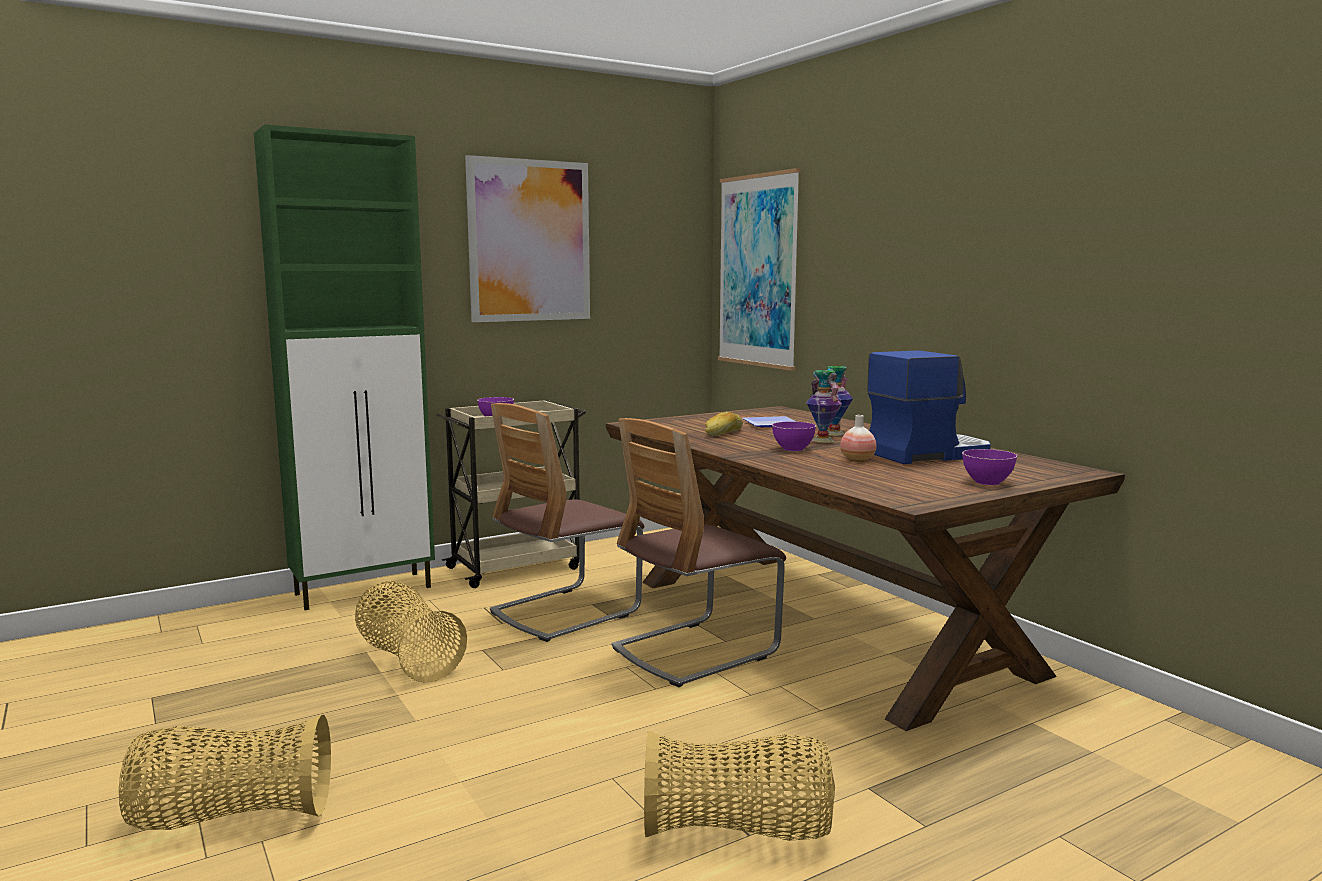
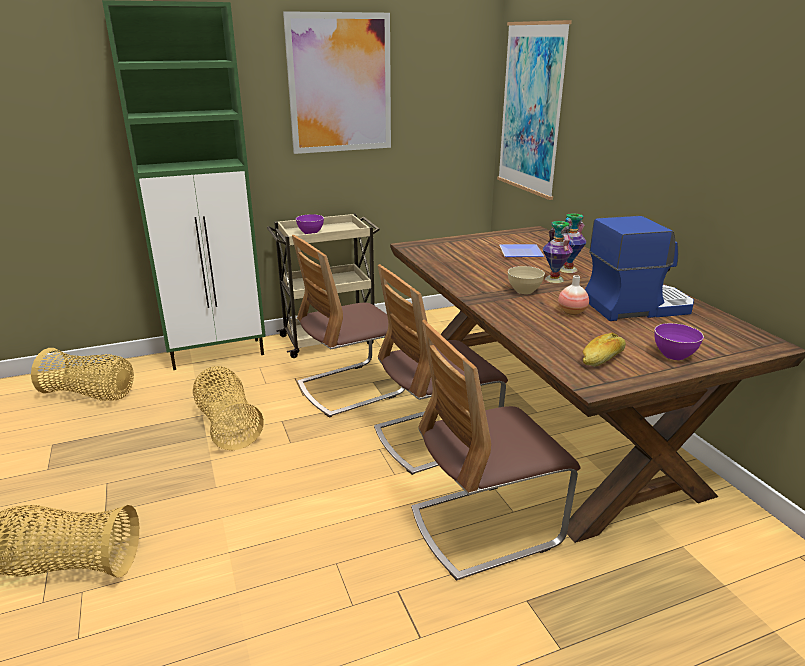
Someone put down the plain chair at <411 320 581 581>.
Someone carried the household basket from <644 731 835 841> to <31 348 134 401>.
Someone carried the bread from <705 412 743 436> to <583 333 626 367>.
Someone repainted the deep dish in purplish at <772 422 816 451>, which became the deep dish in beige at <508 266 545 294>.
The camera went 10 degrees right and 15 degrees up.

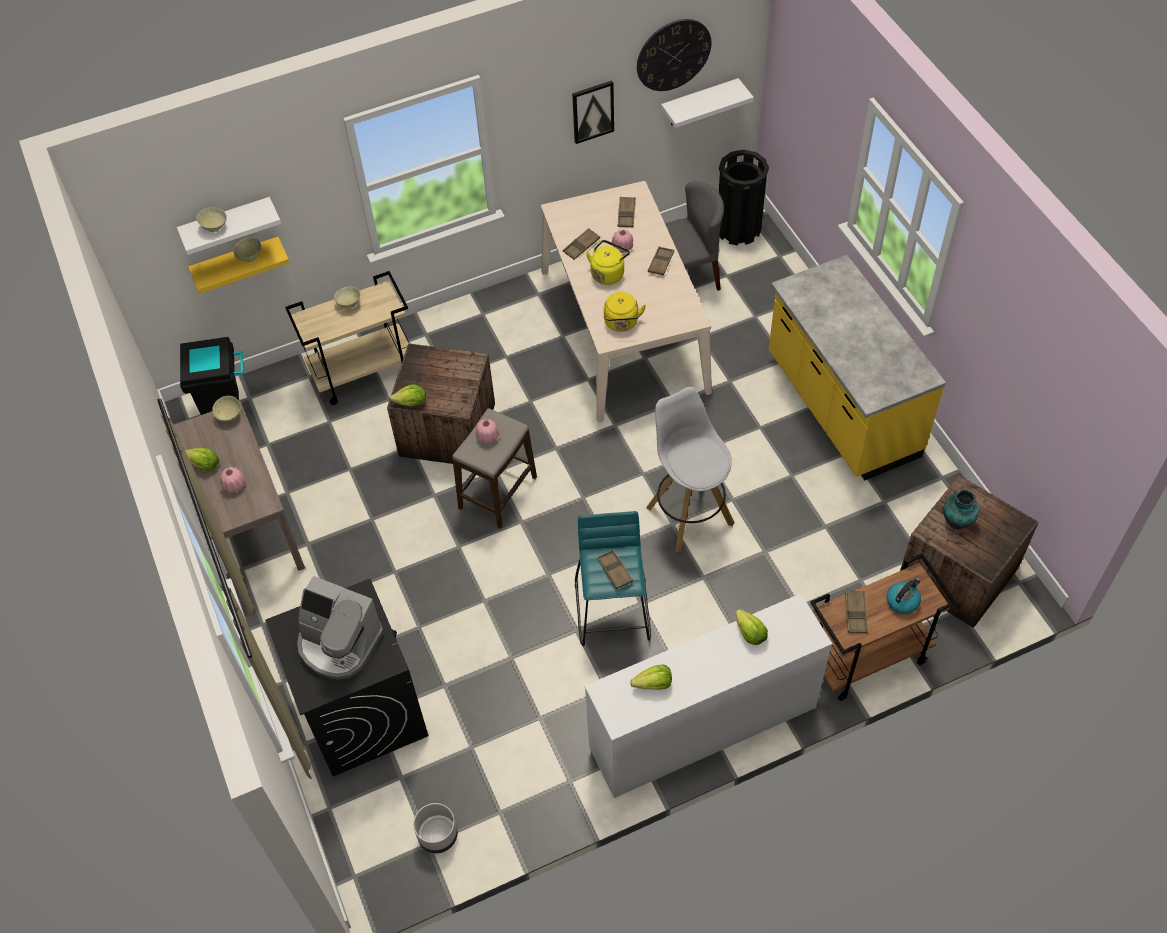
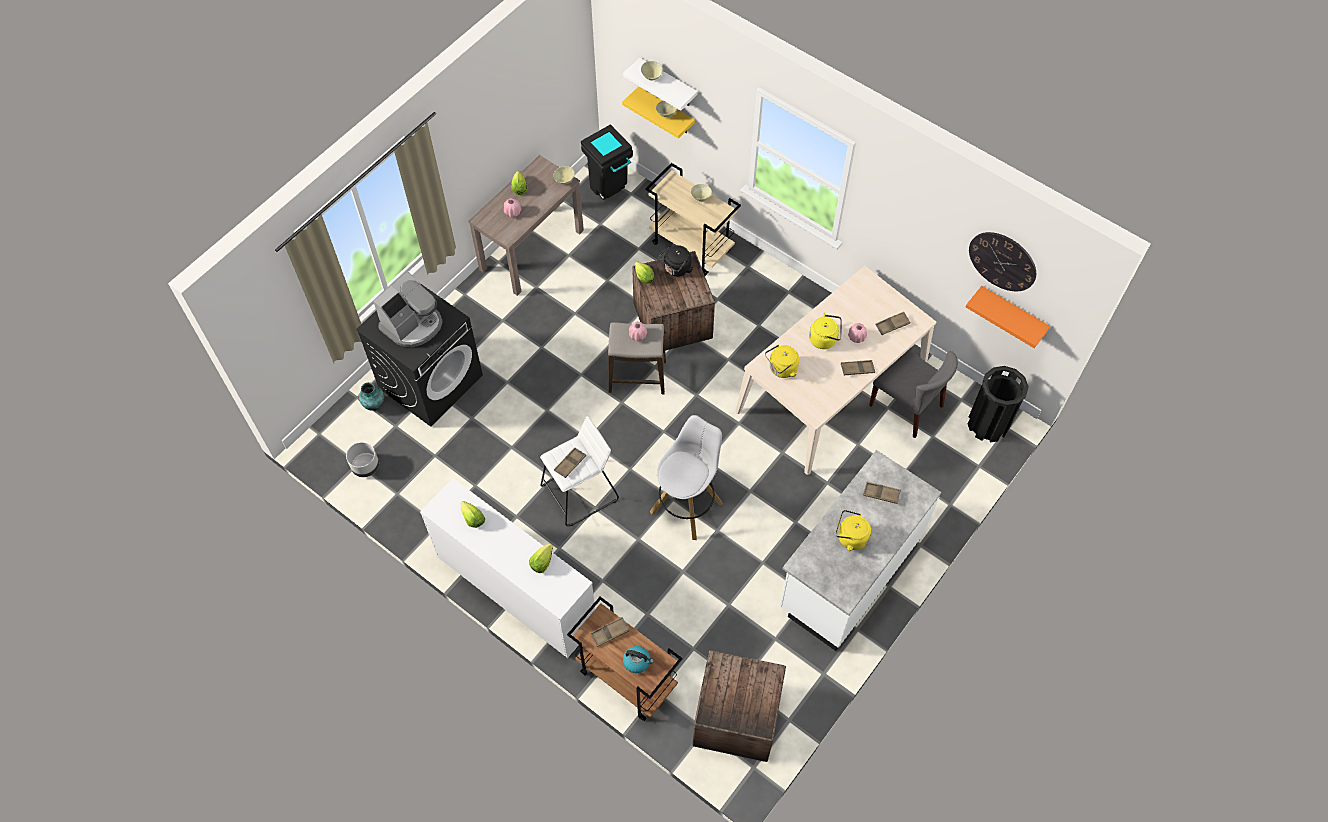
Someone took away the picture at <572 80 614 144>.
Someone put down the kettle in blackish at <659 245 693 277>.
Someone put down the kettle in yellow-coloured at <836 510 871 551>.
Someone carried the serving tray in brown-coloured from <563 228 600 260> to <863 482 901 504>.
Someone carried the decorative vase from <943 489 979 529> to <359 382 385 411>.
Someone repainted the sitting stool in turquoise-coloured at <575 511 651 646>, which became the sitting stool in white-coloured at <540 416 619 526>.
Someone repainted the wall shelf in white-coloured at <661 78 754 128>, which became the wall shelf in orange-coloured at <966 286 1050 348>.
Someone repainted the counter in yellow-coloured at <769 255 946 480>, which became the counter in white-coloured at <780 450 941 651>.
Someone rotated the coffee maker at <297 576 384 680> by 135 degrees counterclockwise.
The camera went 60 degrees right and 5 degrees up.

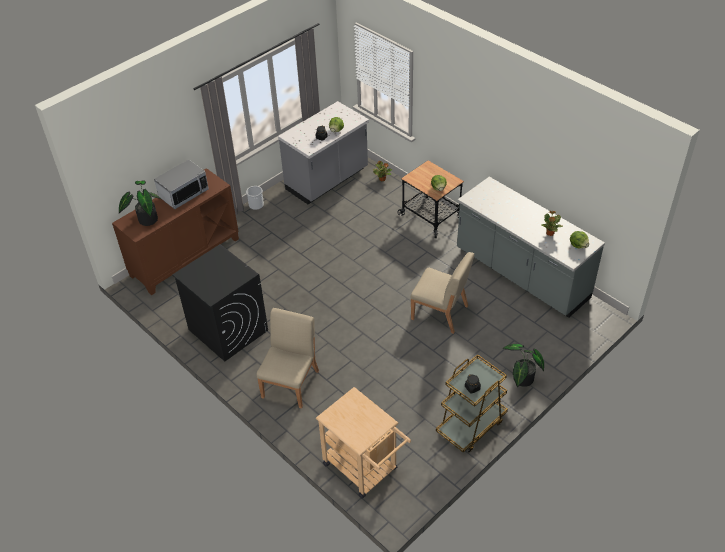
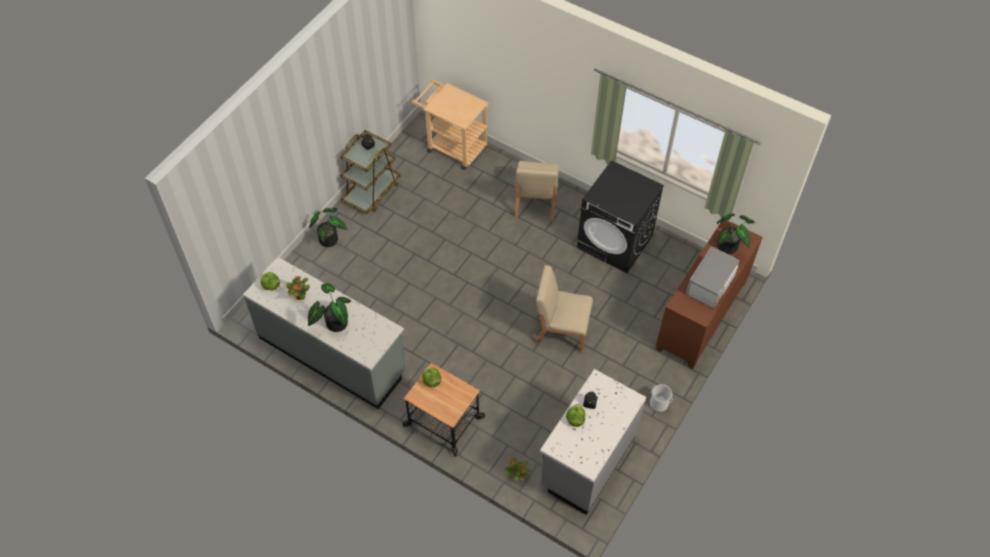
Someone put down the potted plant at <308 283 351 332>.
Someone carried the plain chair in beige from <411 252 474 334> to <535 265 593 352>.
The camera went 165 degrees right and 10 degrees up.

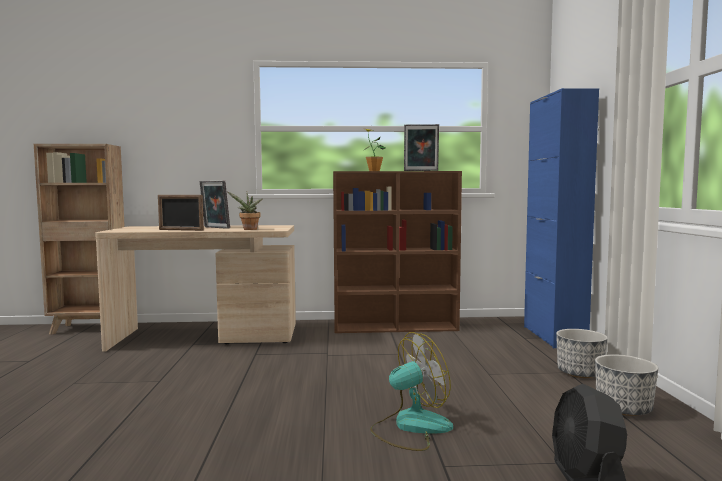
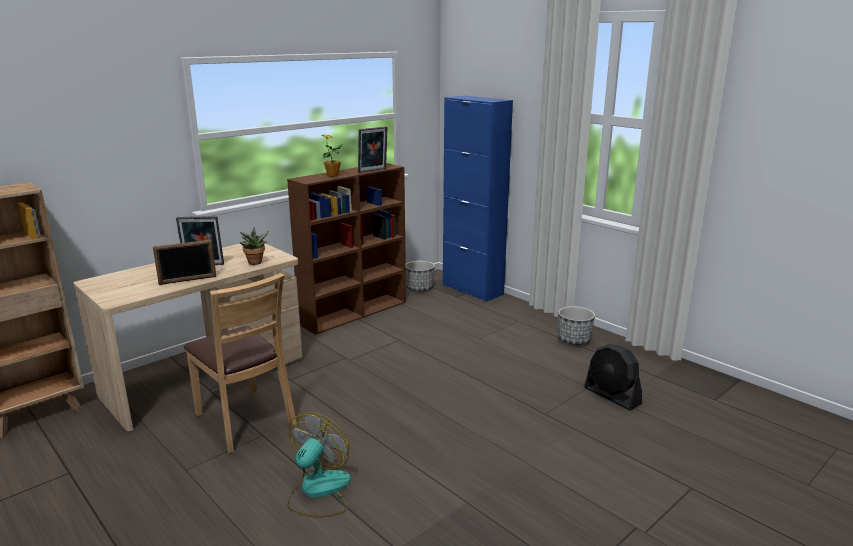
Someone put down the plain chair in brown-coloured at <184 273 297 453>.
Someone carried the fan from <370 332 453 451> to <287 412 351 517>.
Someone carried the plant pot from <556 329 608 378> to <406 261 435 292>.
The camera went 40 degrees left and 15 degrees up.

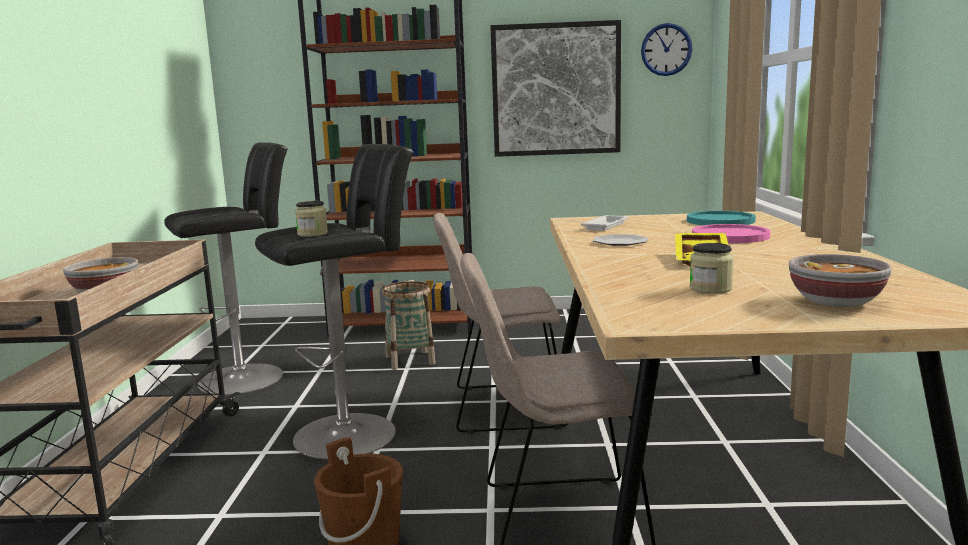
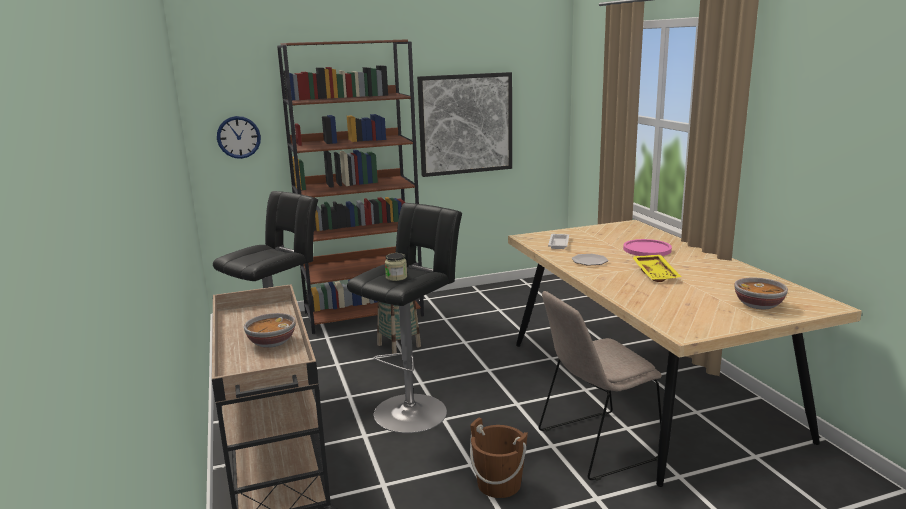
Someone took away the plain chair in beige at <433 213 567 434>.
Someone took away the dinner plate in turquoise-coloured at <687 211 756 225>.
Someone took away the jar at <690 243 734 294>.
Someone carried the wall clock from <641 23 692 76> to <217 116 261 159>.
The camera went 20 degrees left and 5 degrees up.

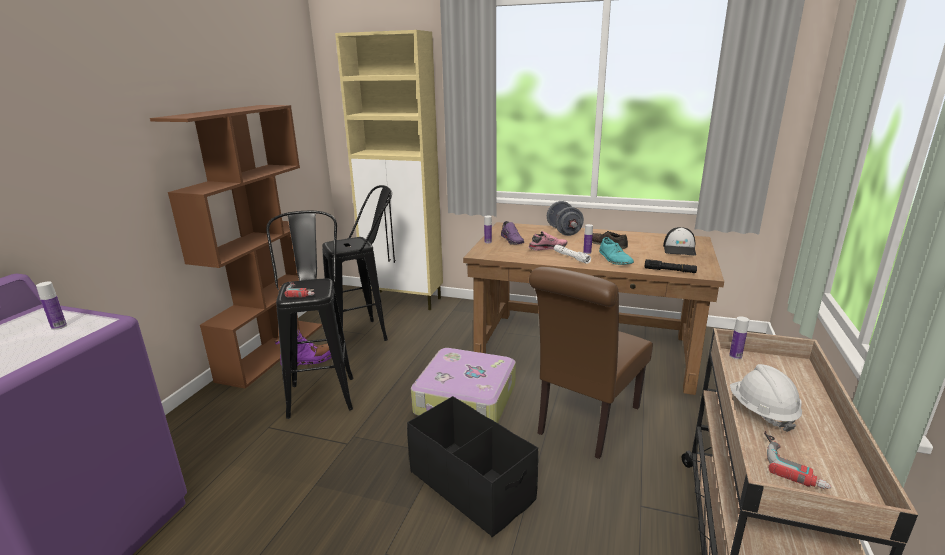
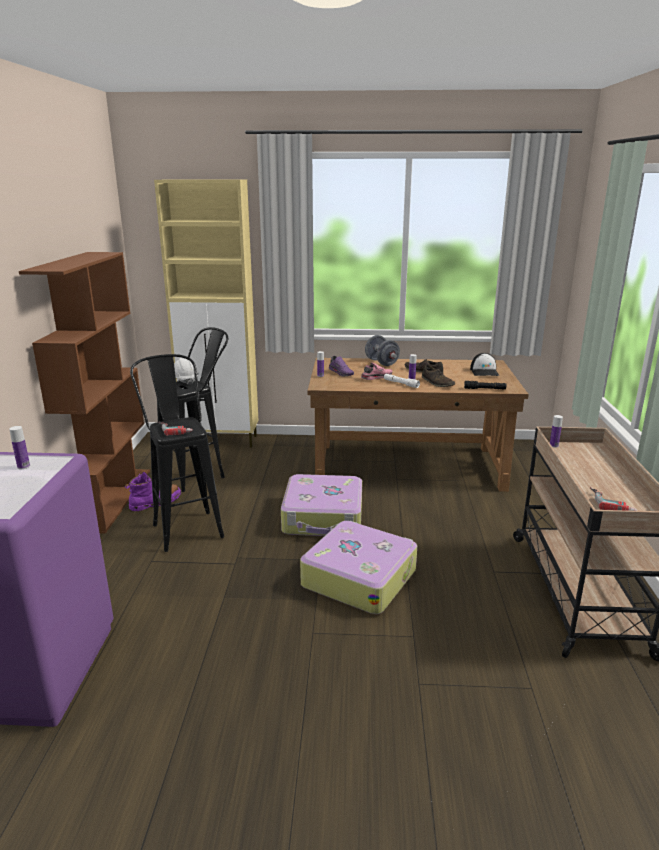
Someone took away the plain chair in brown-coloured at <529 267 653 459>.
Someone carried the safety helmet in white-coloured from <730 364 802 432> to <174 357 199 385>.
Someone swapped the storage container in blackish at <407 396 538 537> for the piece of luggage at <300 521 417 614>.
Someone repainted the item of footwear in turquoise-coloured at <599 237 634 265>, which became the item of footwear in brown-coloured at <422 365 455 387>.
The camera went 15 degrees left and 0 degrees up.

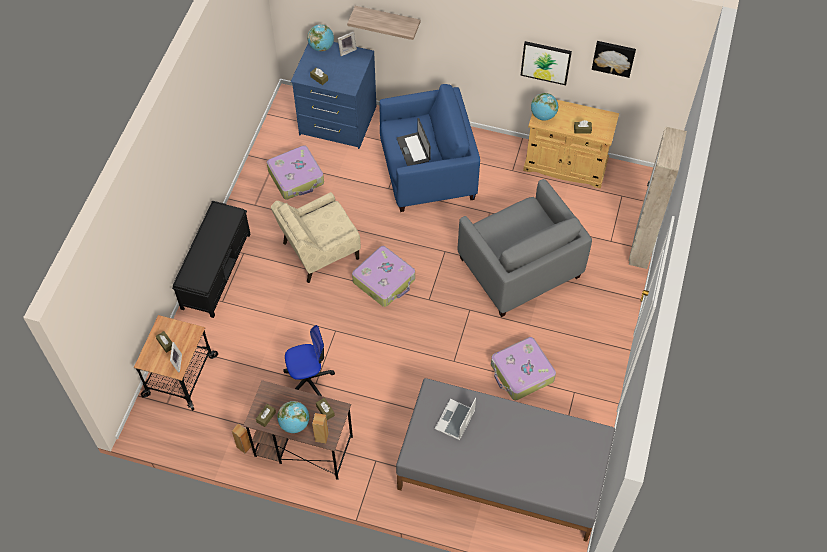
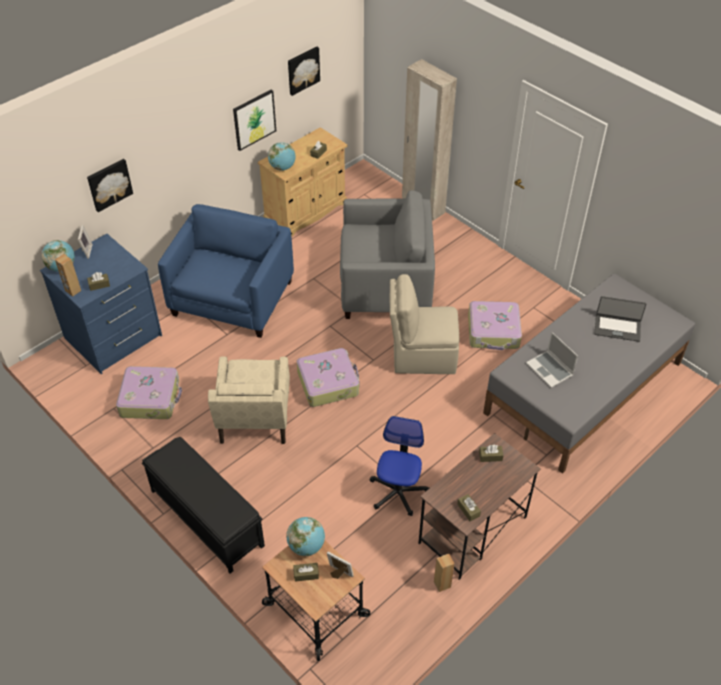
Someone put down the plain chair in beige at <390 274 459 374>.
Someone carried the world globe from <277 401 310 433> to <286 517 325 556>.
Someone carried the speaker in brown-coloured from <312 413 329 444> to <55 254 81 297>.
Someone carried the portable computer from <397 118 431 166> to <595 296 647 342>.
Someone swapped the wall shelf at <347 6 420 40> for the picture at <87 159 133 212>.
The camera went 60 degrees left and 10 degrees down.

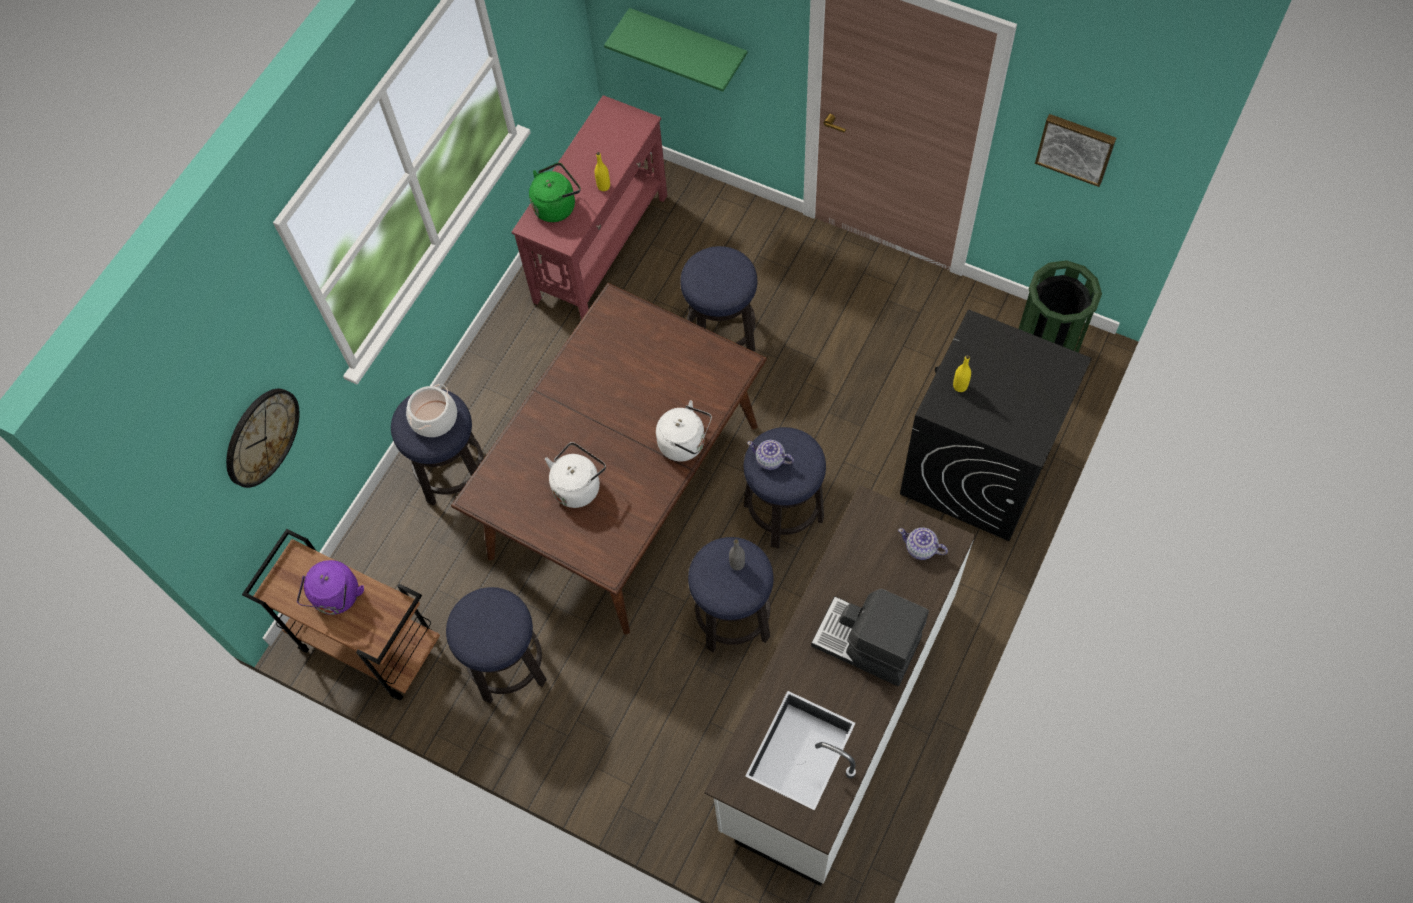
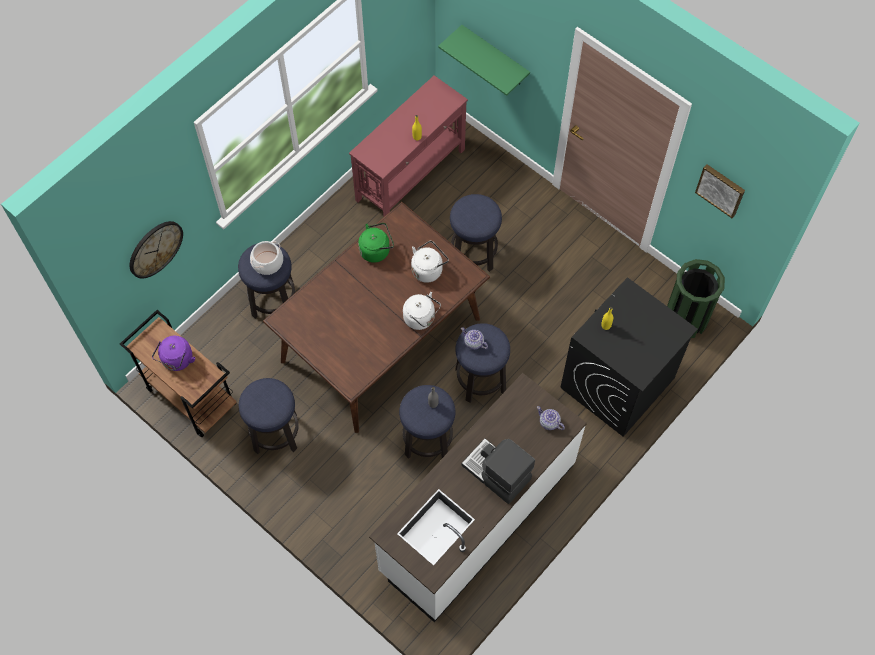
Someone carried the kettle in greenish from <529 163 580 222> to <358 223 394 263>.
Someone carried the kettle in white-coloured from <545 442 606 508> to <411 241 449 283>.
The camera went 10 degrees right and 0 degrees up.

